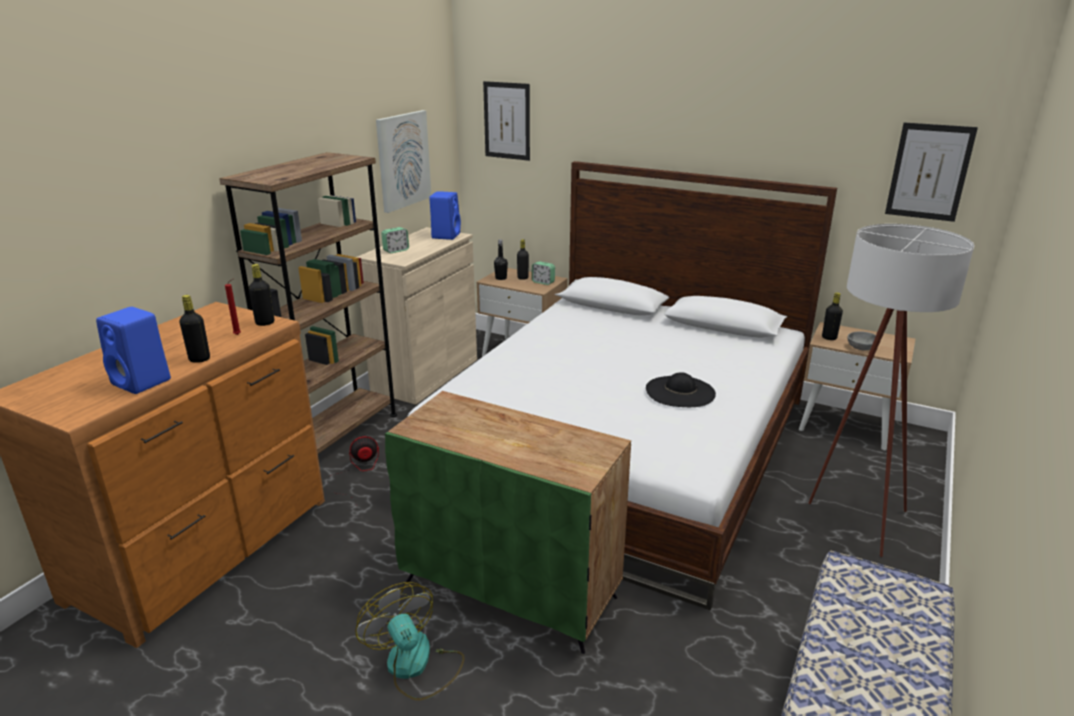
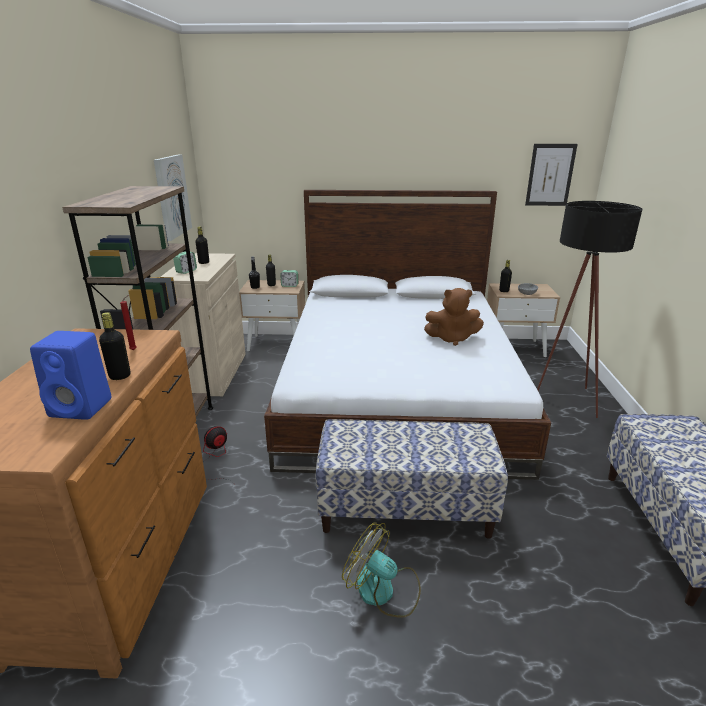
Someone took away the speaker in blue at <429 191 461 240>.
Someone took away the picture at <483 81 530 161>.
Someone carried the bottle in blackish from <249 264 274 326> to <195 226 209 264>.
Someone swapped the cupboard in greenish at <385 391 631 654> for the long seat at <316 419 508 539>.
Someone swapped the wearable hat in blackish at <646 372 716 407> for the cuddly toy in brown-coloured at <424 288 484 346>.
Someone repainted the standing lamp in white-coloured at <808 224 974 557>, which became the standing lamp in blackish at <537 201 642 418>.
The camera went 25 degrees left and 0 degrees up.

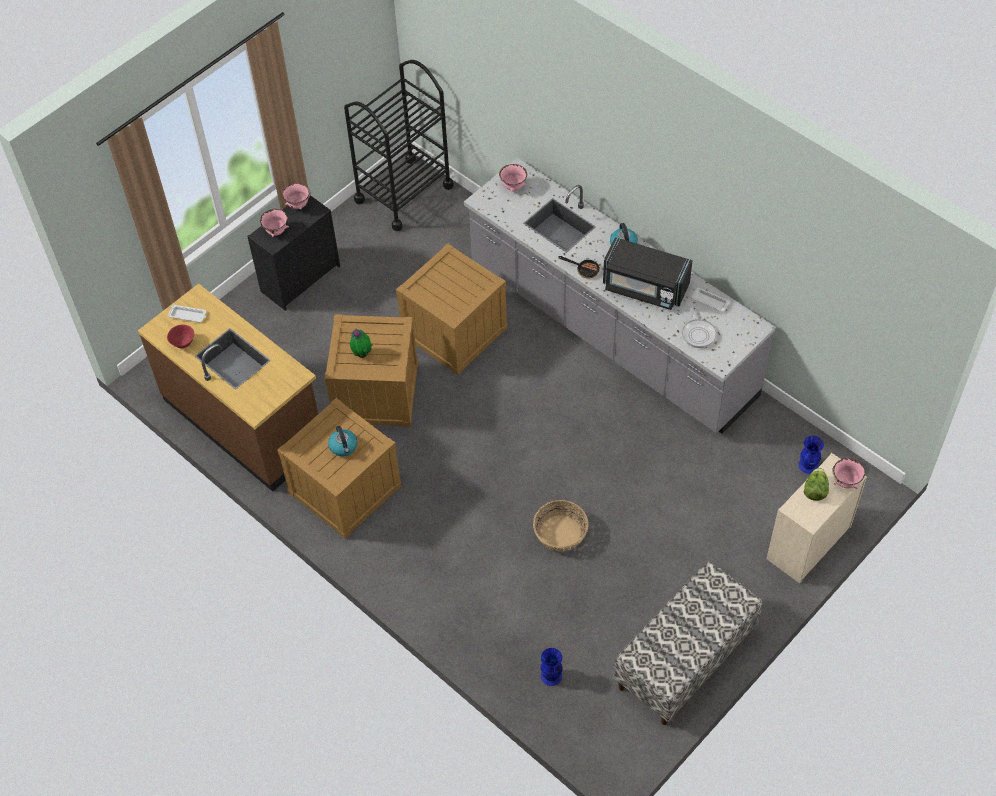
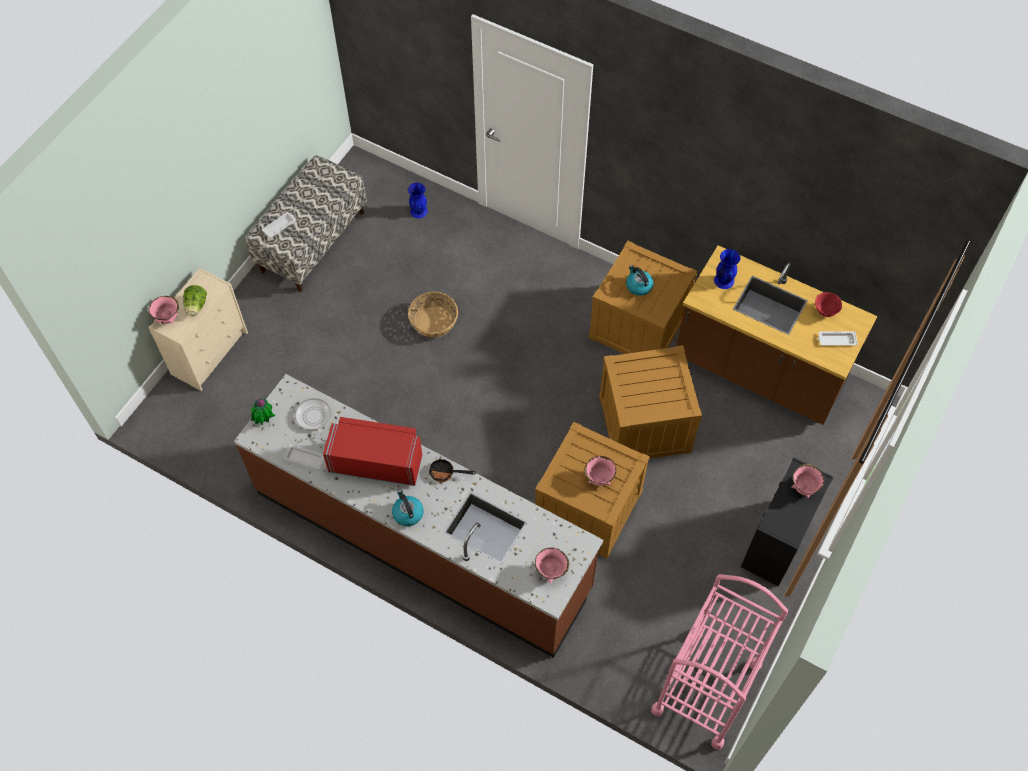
Someone put down the serving tray in white-coloured at <262 212 296 238>.
Someone carried the deep dish in pink-coloured from <282 183 310 209> to <584 456 616 486>.
Someone carried the potted plant from <350 329 373 358> to <251 398 275 425>.
Someone carried the decorative vase in blue from <798 436 824 474> to <714 249 740 289>.
Someone repainted the wheeled cart in blackish at <344 60 454 231>, which became the wheeled cart in pink-coloured at <651 574 788 750>.
Someone repainted the counter in grey at <464 158 776 434>, which became the counter in brown-coloured at <234 374 603 658>.
Someone repainted the kitchen microwave in blackish at <603 237 692 310>, which became the kitchen microwave in red at <323 417 422 486>.
The camera went 165 degrees right and 5 degrees up.

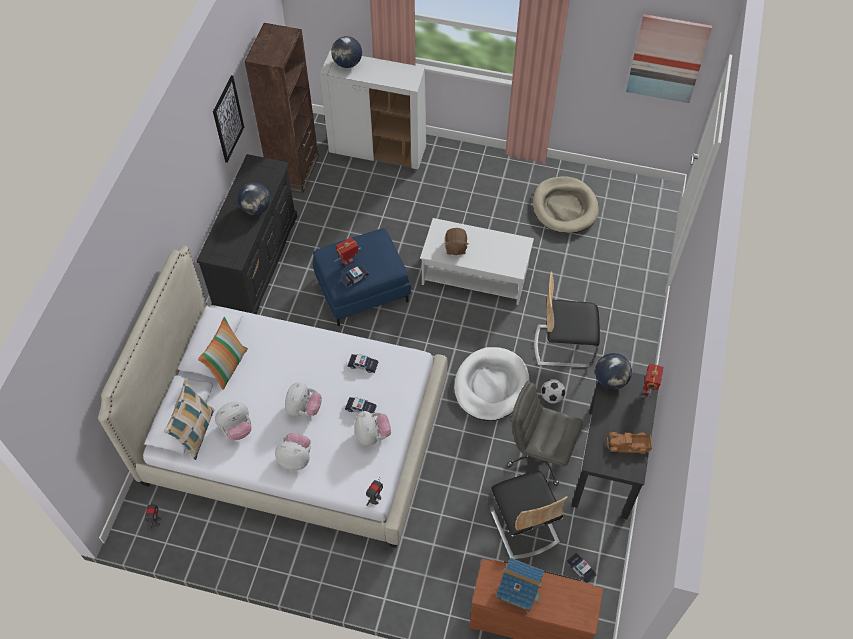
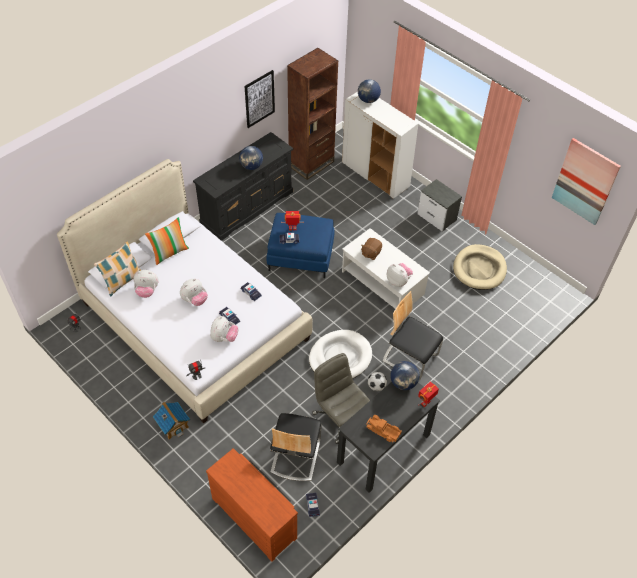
Someone put down the night table at <417 179 462 231>.
Someone carried the cuddly toy from <275 433 311 471> to <387 263 413 287>.
Someone carried the toy house from <496 558 544 612> to <153 402 190 439>.
The camera went 30 degrees right and 5 degrees down.

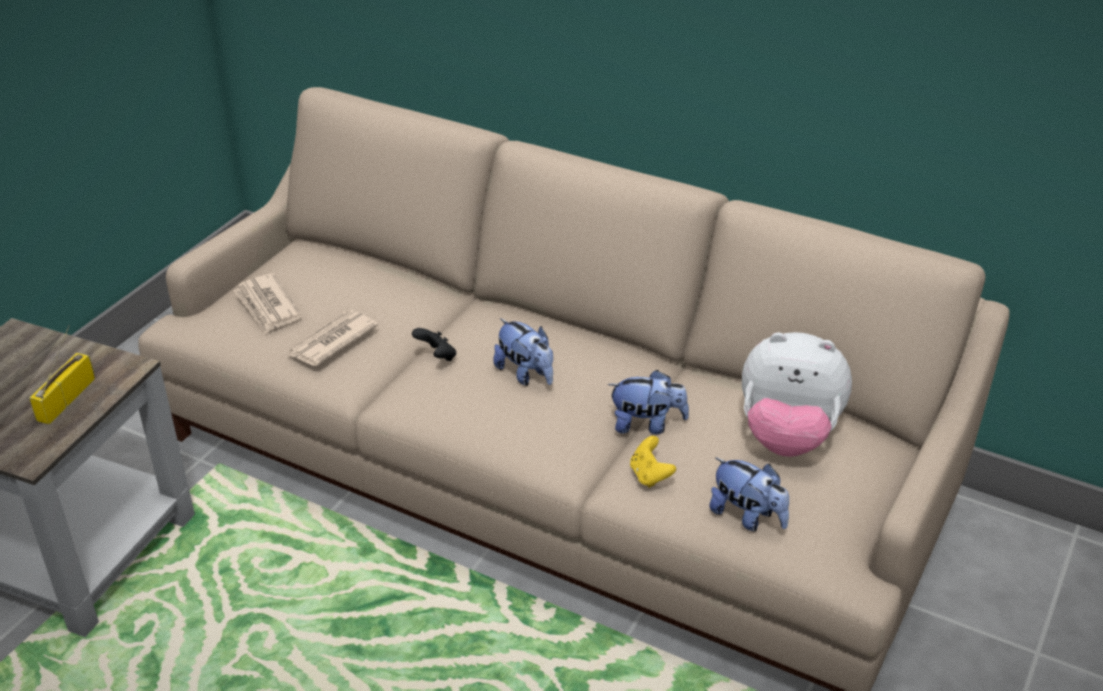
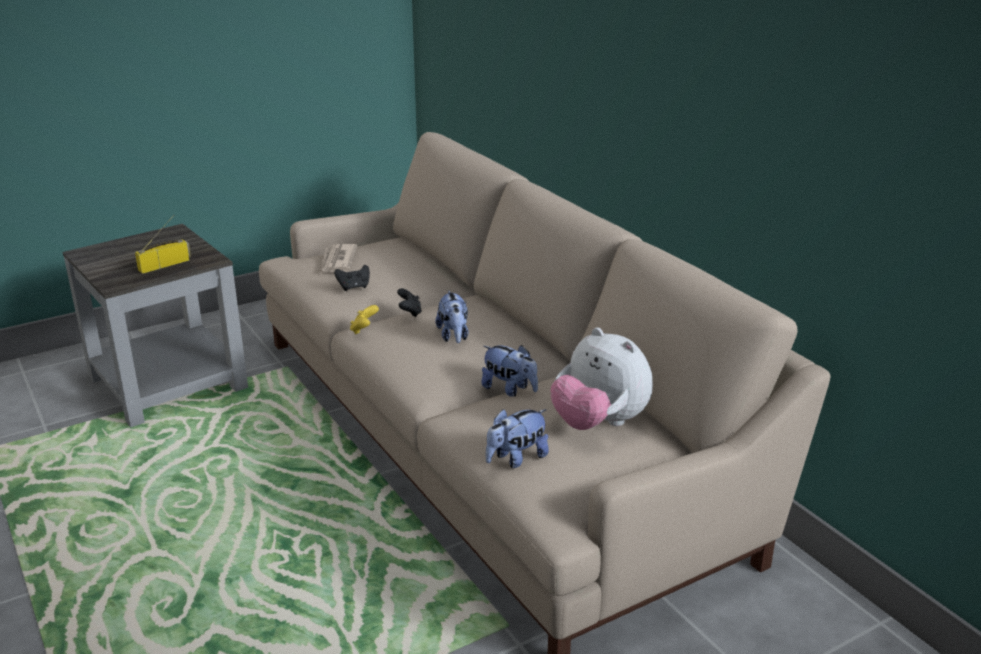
Someone carried the gamepad in yellow-coloured from <630 436 676 488> to <350 305 379 334>.
Someone swapped the printed paper at <288 310 378 366> for the gamepad in blackish at <334 265 370 291>.
Someone rotated the cuddly toy at <709 457 789 531> by 75 degrees clockwise.
The camera went 30 degrees right and 10 degrees down.

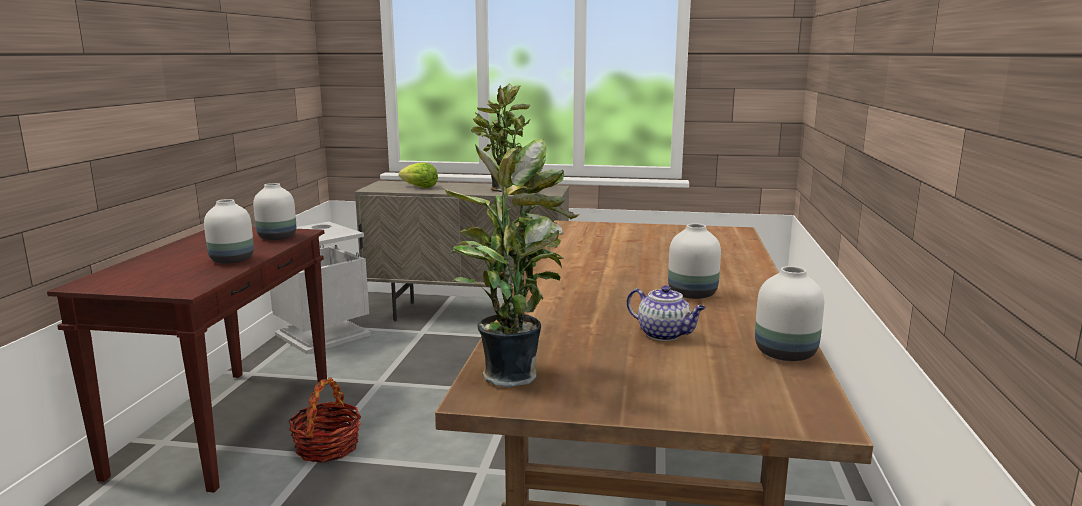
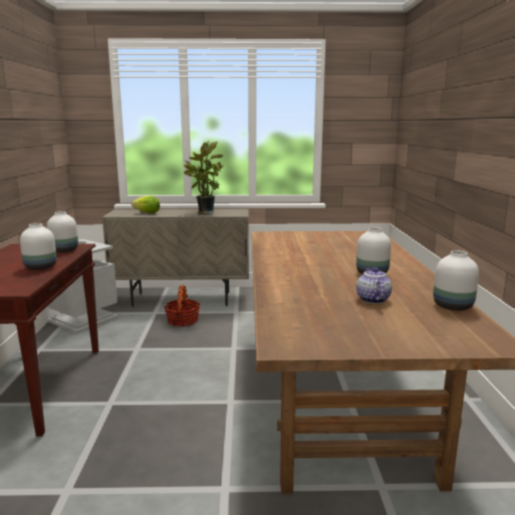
Someone took away the potted plant at <445 139 580 388>.
Someone carried the household basket from <288 377 361 463> to <164 285 200 326>.
Someone rotated the pot for tea at <627 285 706 341> by 120 degrees counterclockwise.
The camera went 10 degrees left and 0 degrees up.

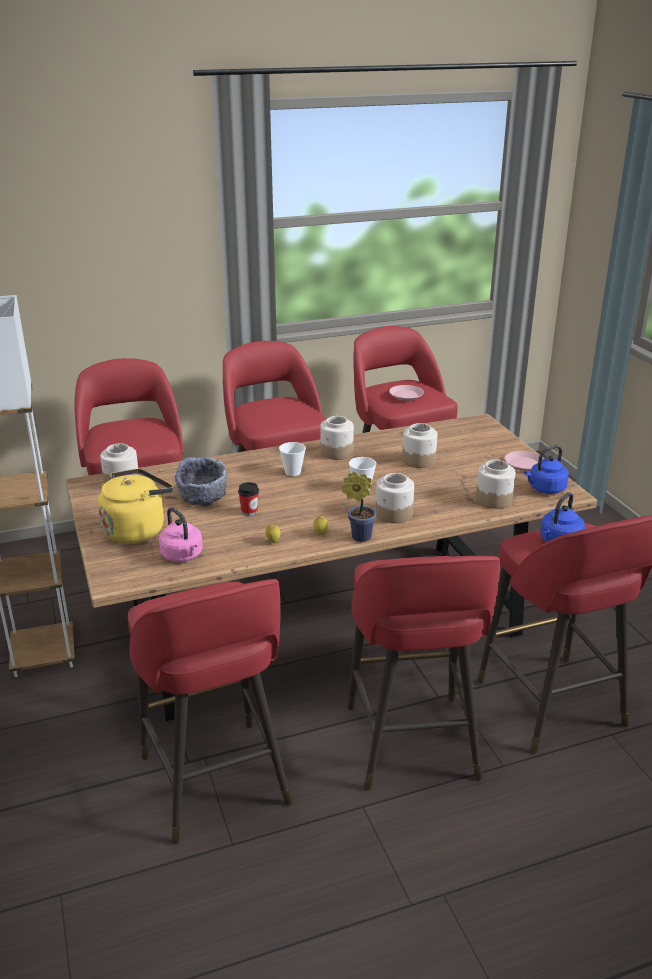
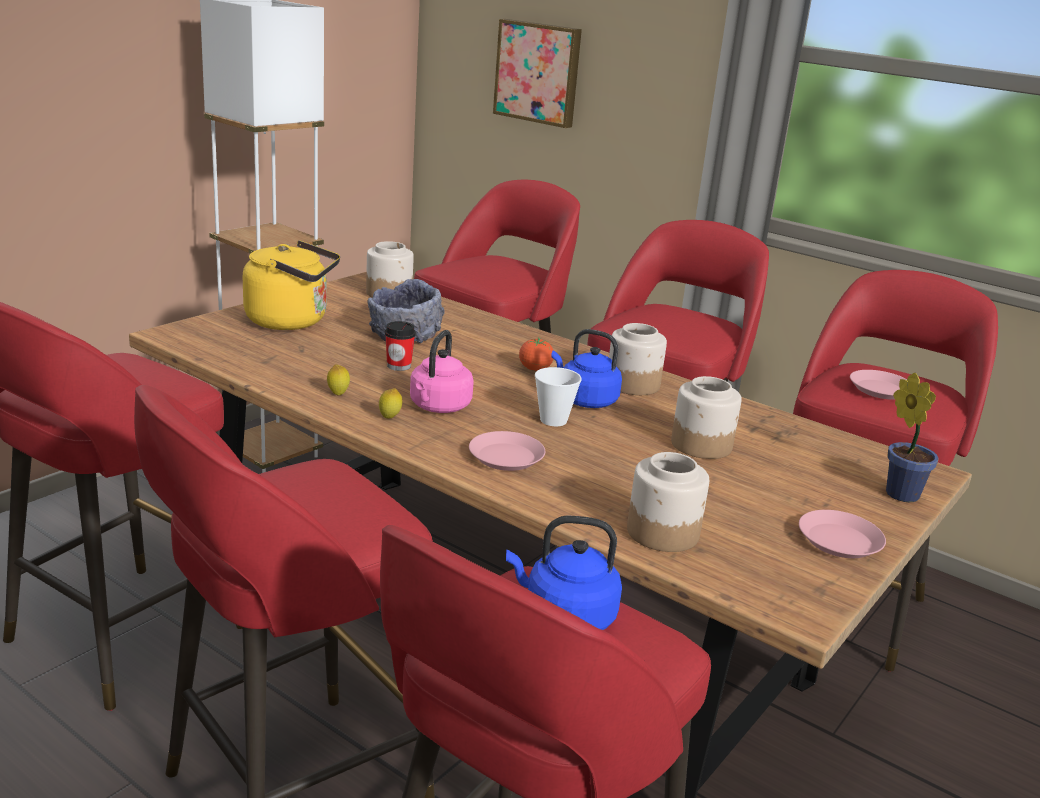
Someone put up the picture at <493 19 582 128>.
Someone carried the kettle in pink-coloured from <159 507 203 562> to <410 330 474 413>.
Someone carried the potted plant from <342 472 376 542> to <886 372 938 502>.
Someone carried the kettle in blue from <524 445 569 494> to <551 329 622 408>.
Someone swapped the small cup at <279 442 306 476> for the whole tomato at <519 338 554 371>.
Someone swapped the jar at <376 473 414 523> for the dinner plate in pink-coloured at <469 431 545 471>.
The camera went 55 degrees right and 5 degrees down.

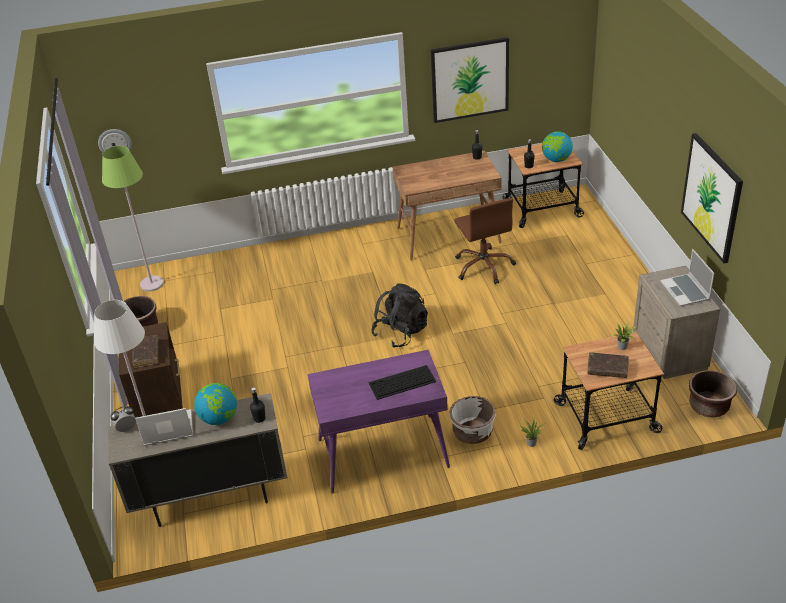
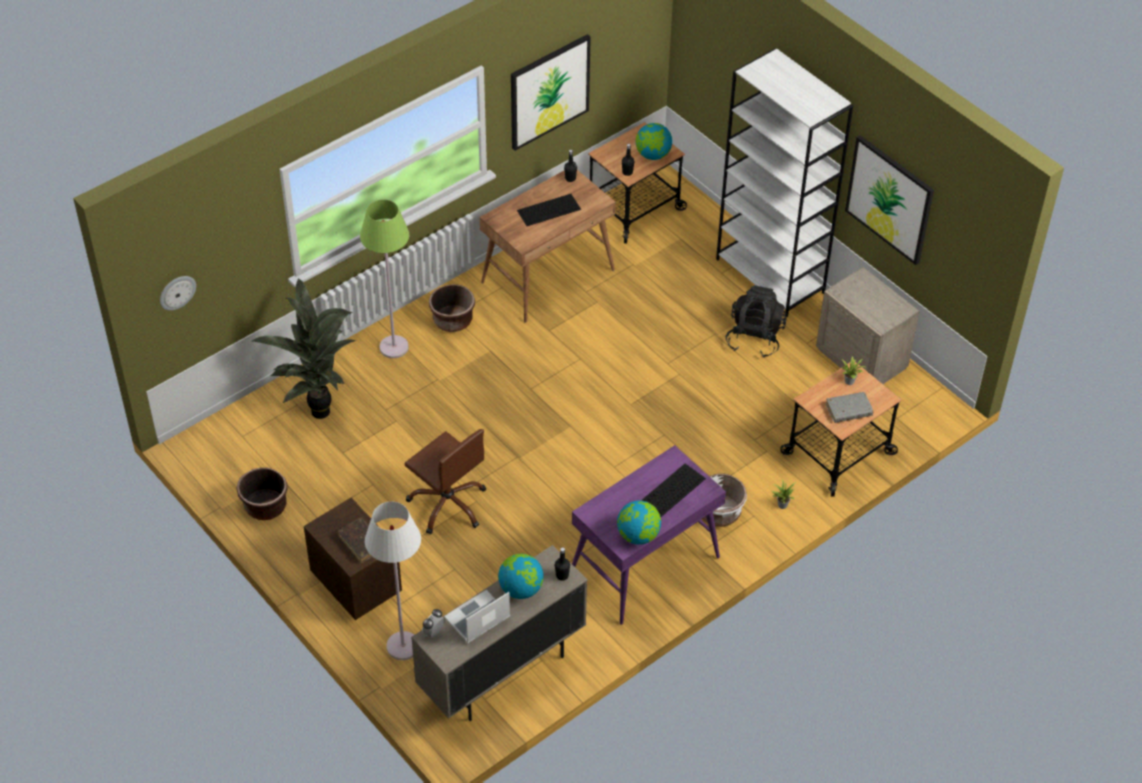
Someone took away the portable computer at <660 249 714 307>.
Someone put down the potted plant at <252 278 357 419>.
Someone put down the keyboard at <517 194 581 226>.
Someone put down the world globe at <617 500 661 545>.
Someone put down the bookshelf in white-coloured at <716 48 853 317>.
Someone carried the standing lamp in greenish from <102 146 164 292> to <360 199 409 358>.
Someone carried the knapsack in blackish from <371 283 428 348> to <725 285 787 358>.
Someone carried the computer chair in brown-coloured from <454 198 516 284> to <404 429 486 535>.
Someone carried the plant pot in brown-coloured from <689 371 737 417> to <429 284 475 332>.
Someone repainted the bound book in brown-coloured at <587 352 629 378>, which became the bound book in grey at <826 392 873 423>.
The camera went 30 degrees left and 10 degrees up.

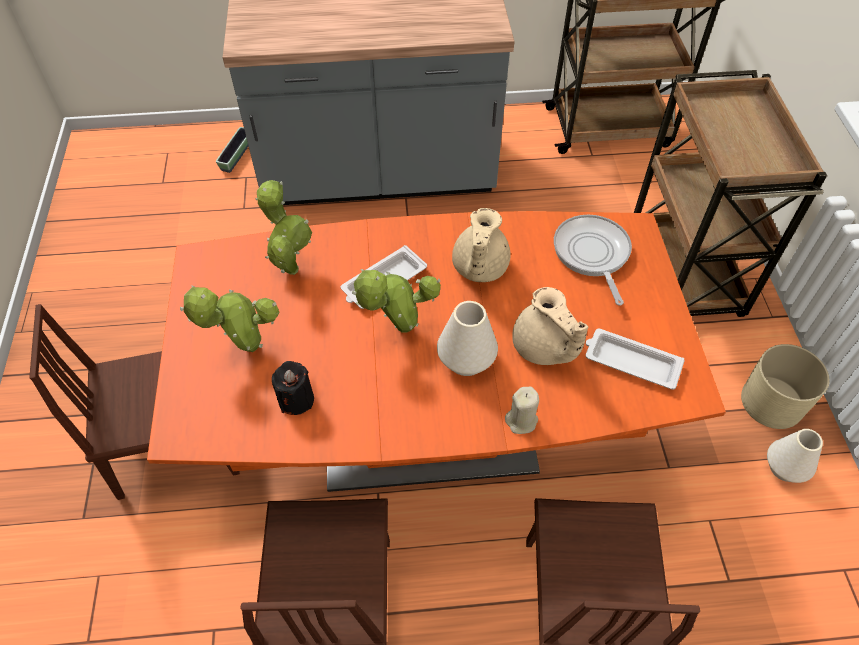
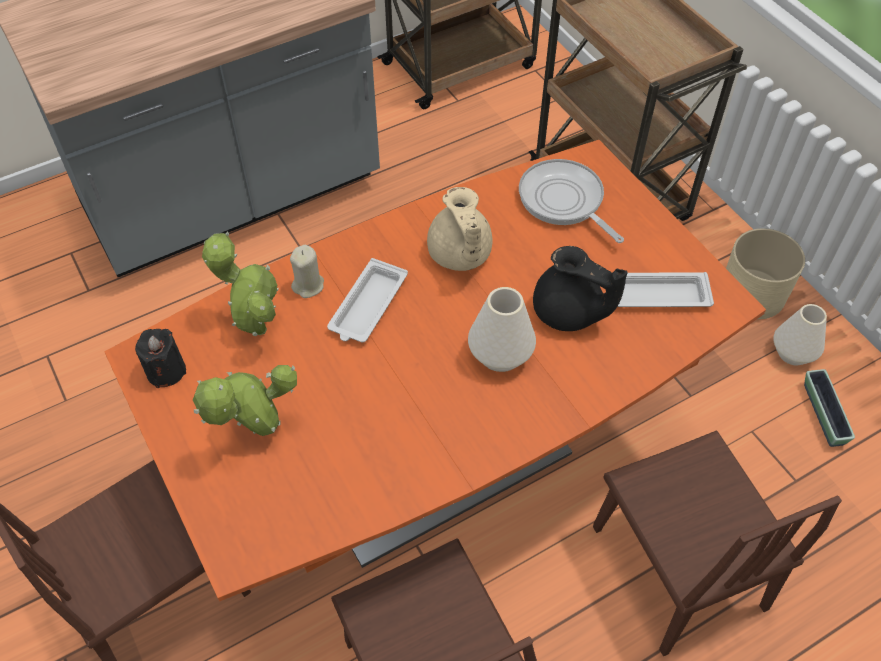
Someone took away the potted plant at <352 269 441 333>.
Someone carried the plant pot from <216 127 248 173> to <804 369 855 447>.
Someone carried the wax candle in blackish from <272 361 314 415> to <135 329 186 388>.
Someone carried the wax candle in beige from <505 386 539 434> to <290 245 324 298>.
Someone repainted the pot for tea in beige at <512 287 588 365>, which became the pot for tea in blackish at <533 246 628 331>.
The camera went 25 degrees left and 0 degrees up.

